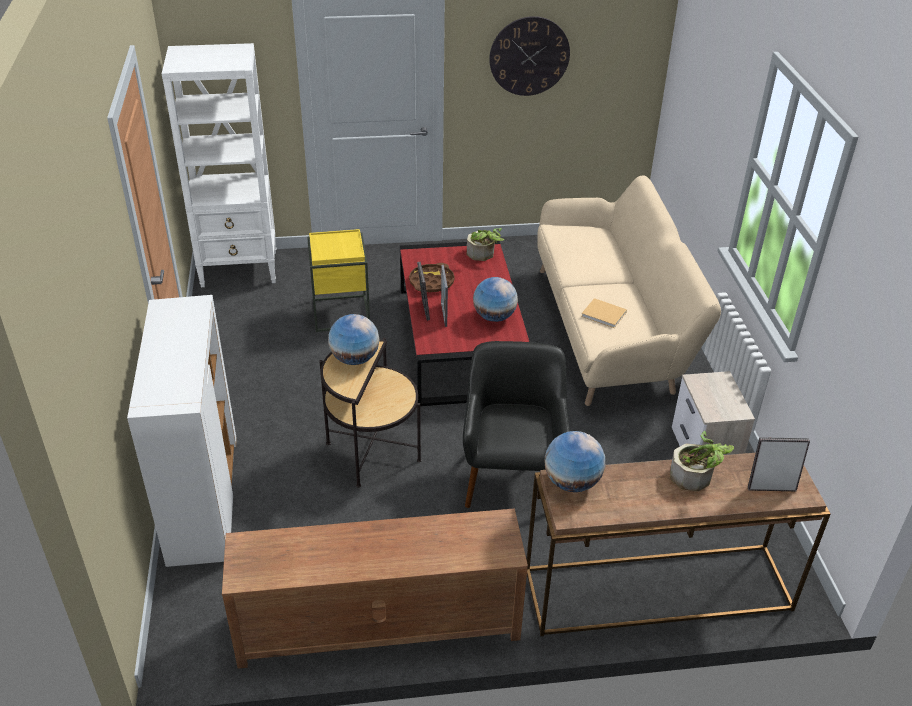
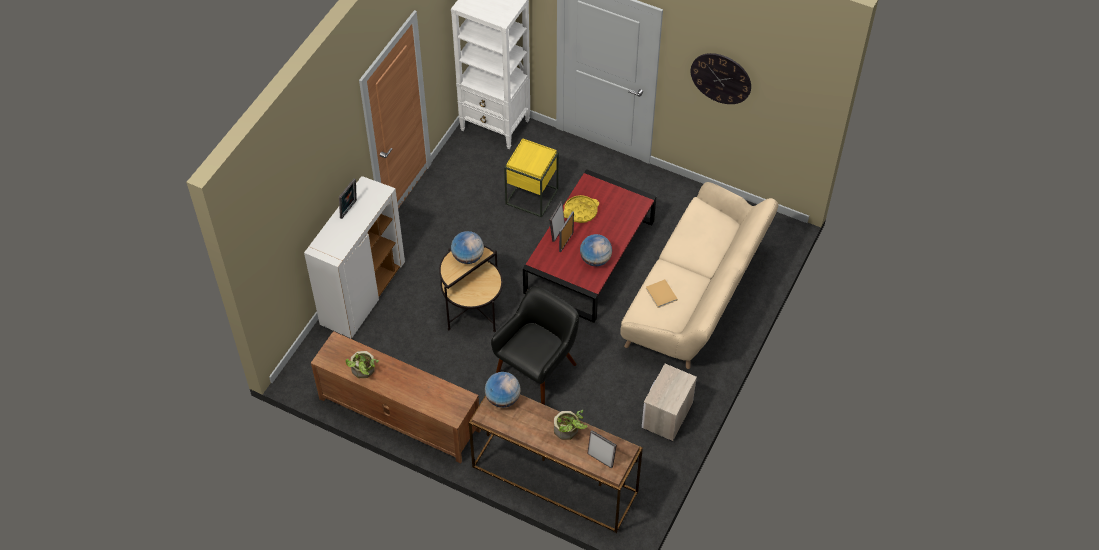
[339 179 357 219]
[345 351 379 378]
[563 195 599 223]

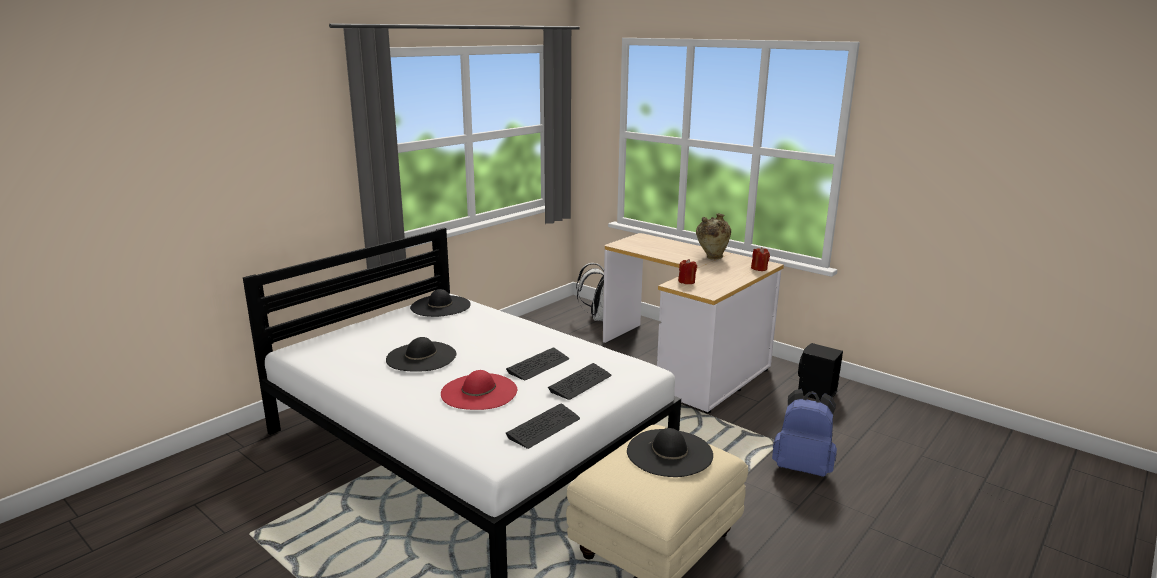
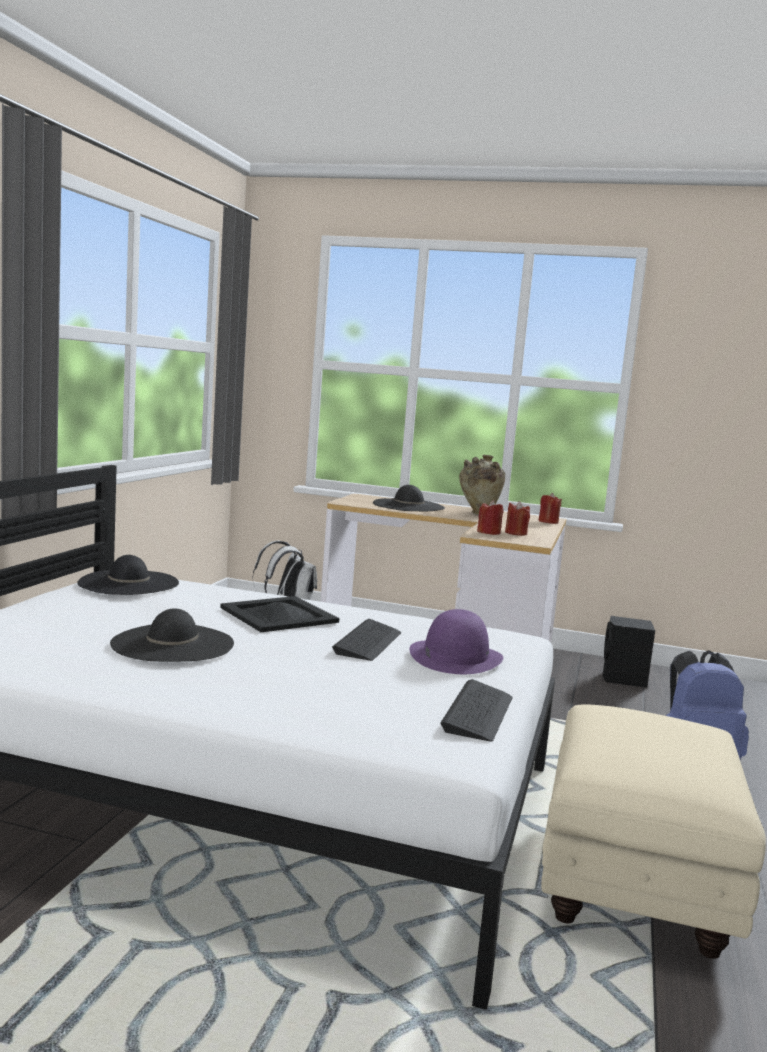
[441 370 517 410] (first image)
[220 596 339 632]
[505 501 530 536]
[373 485 445 511]
[410 609 503 674]

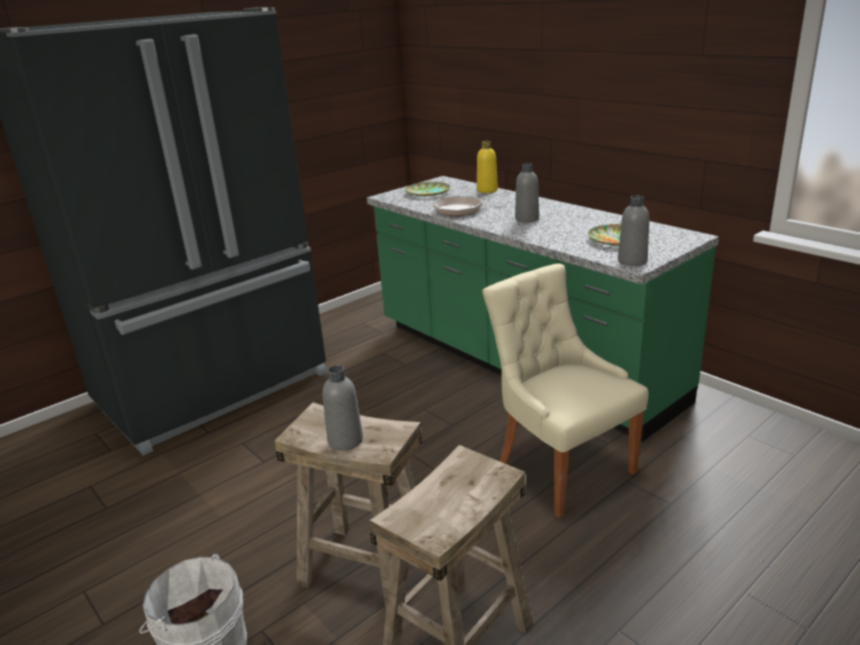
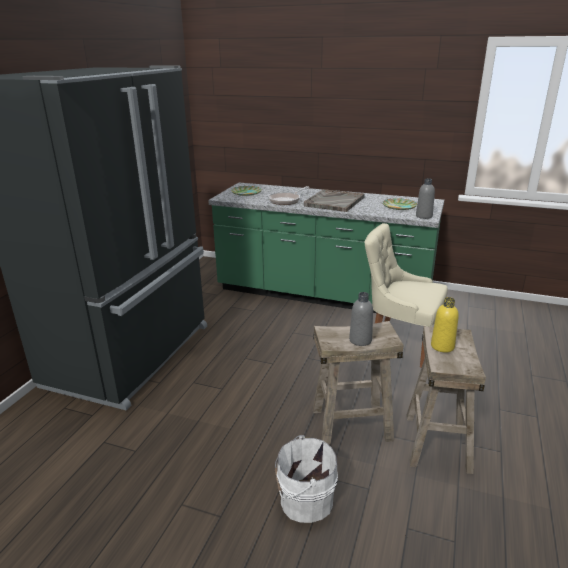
[431 297 459 353]
[304 189 365 212]

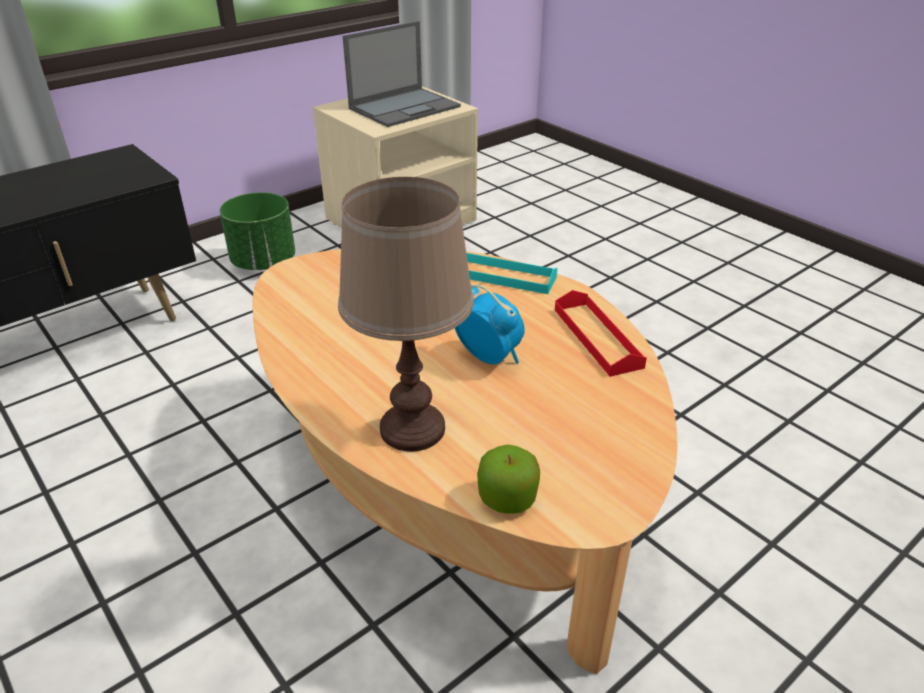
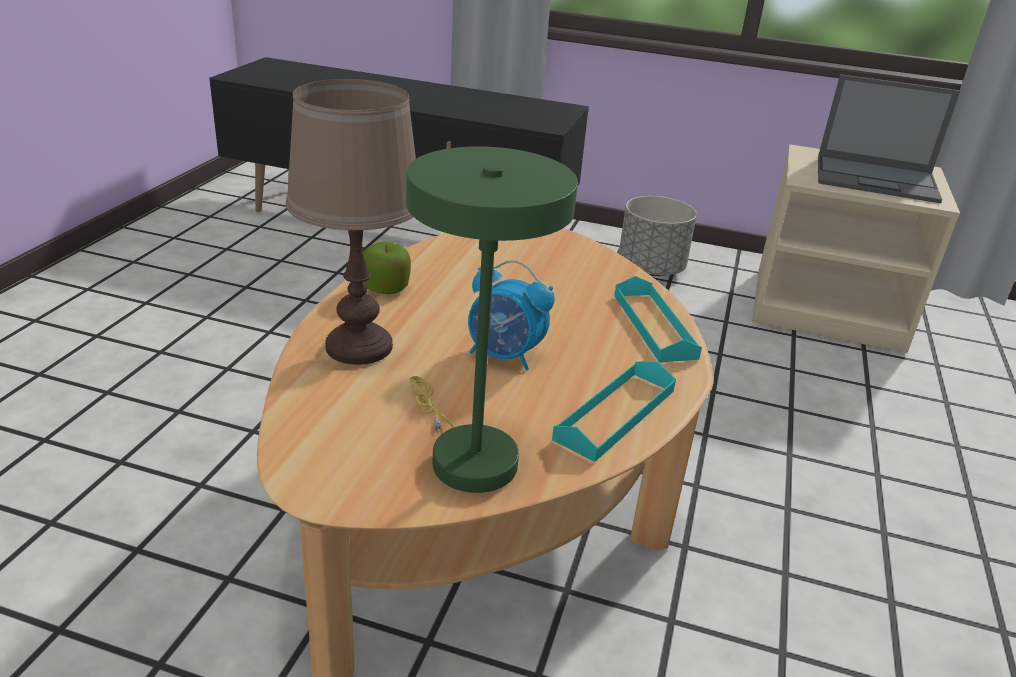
[406 146 578 493]
[363 242 411 294]
[619 196 697 276]
[552 361 676 462]
[468 260 555 370]

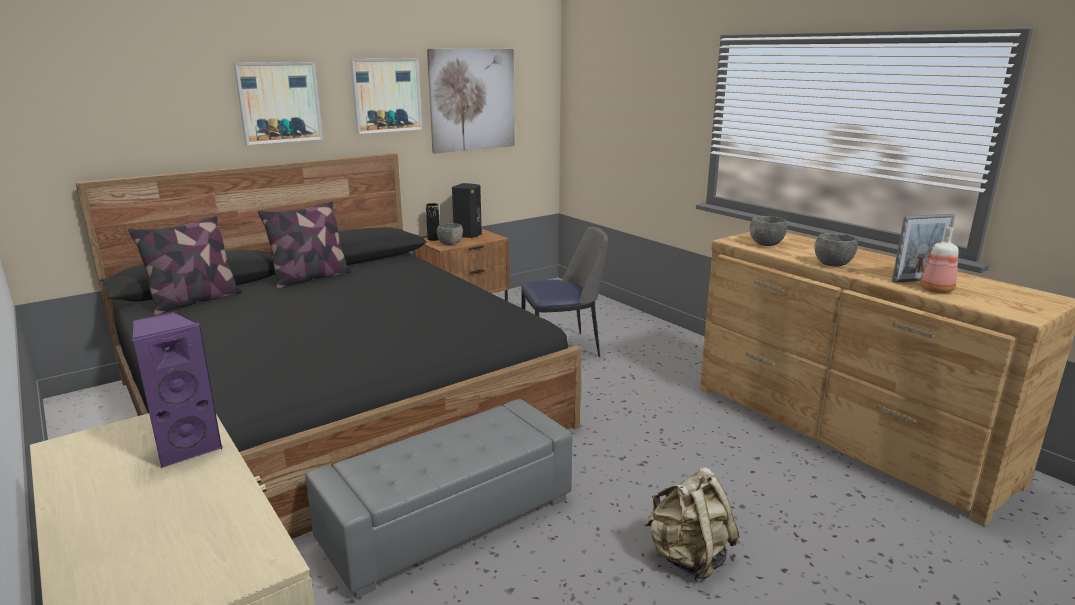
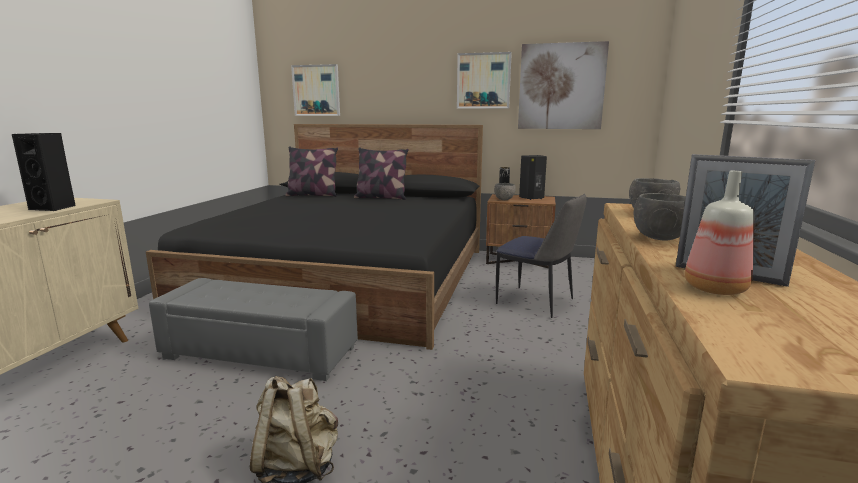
[291 64 340 116]
[12 133 76 211]

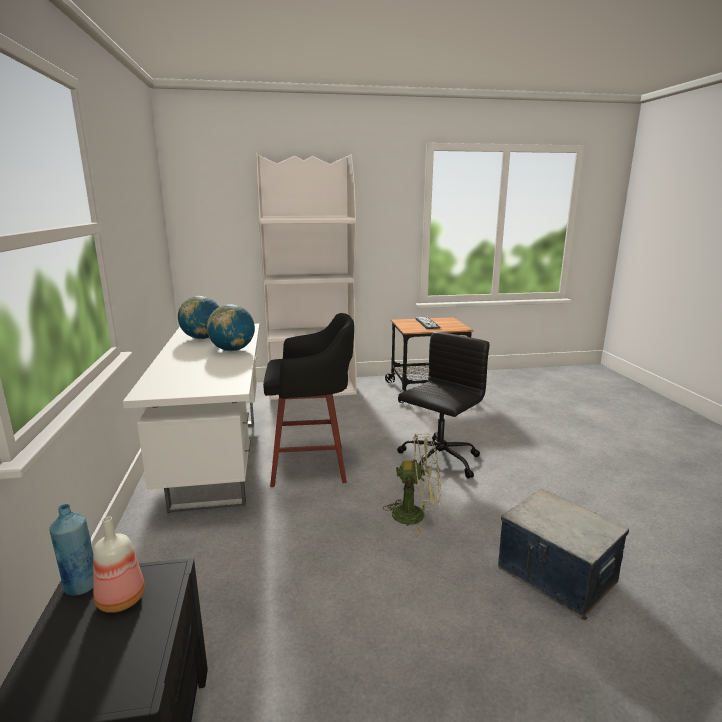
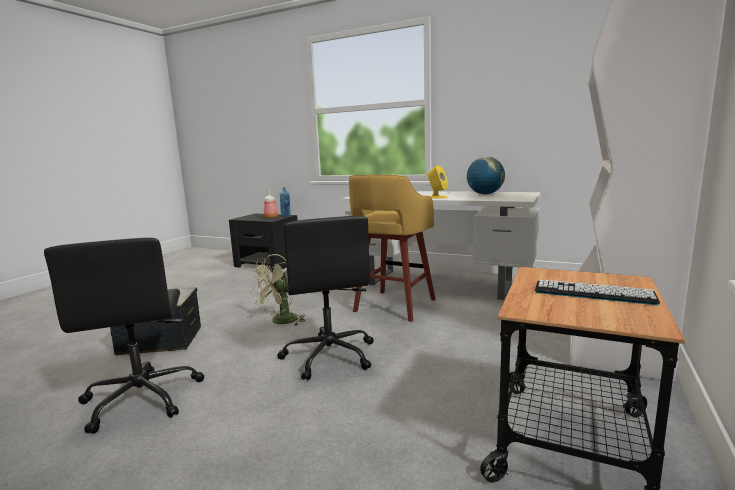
[44 237 204 434]
[428 166 448 199]
[349 175 435 322]

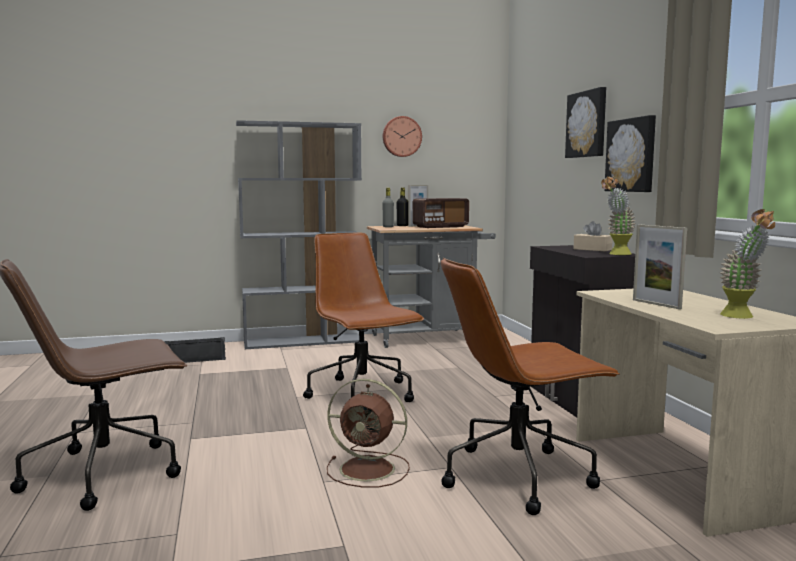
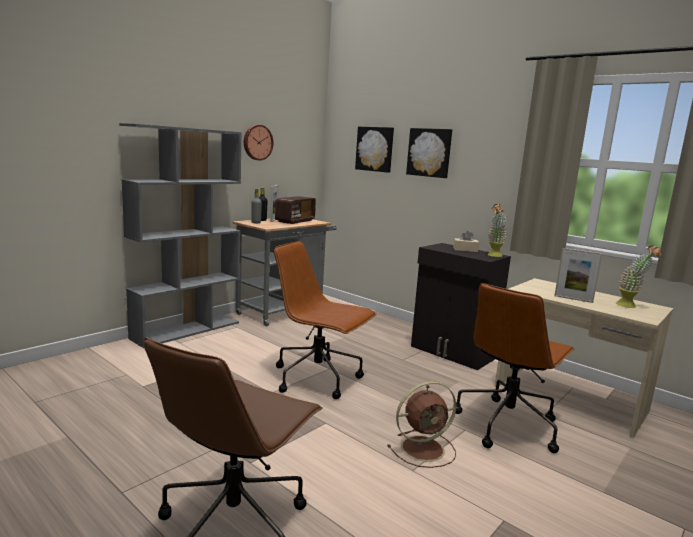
[164 337 226 363] (first image)
[355 127 394 173]

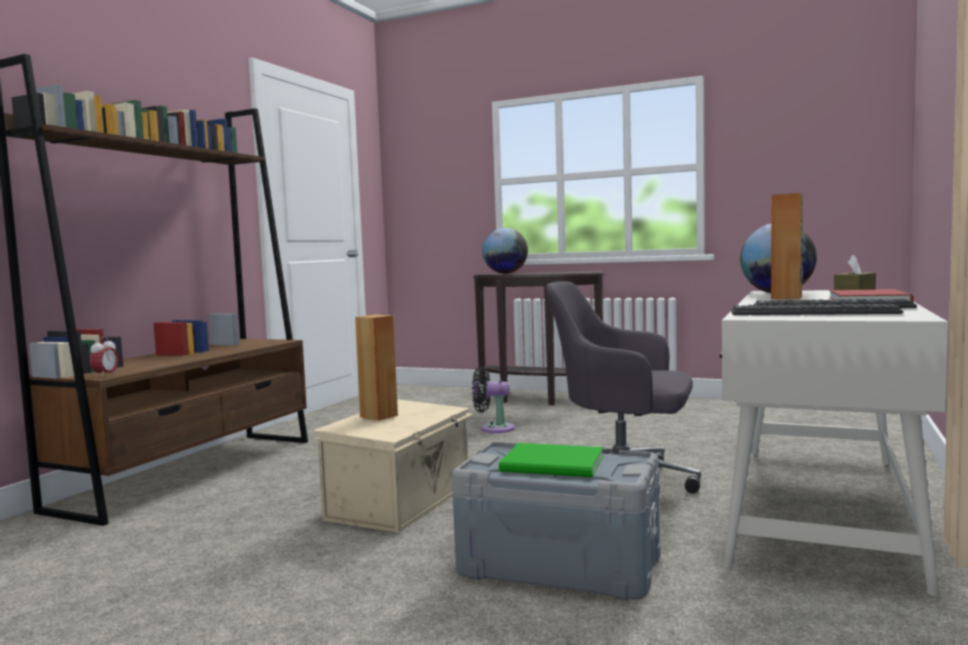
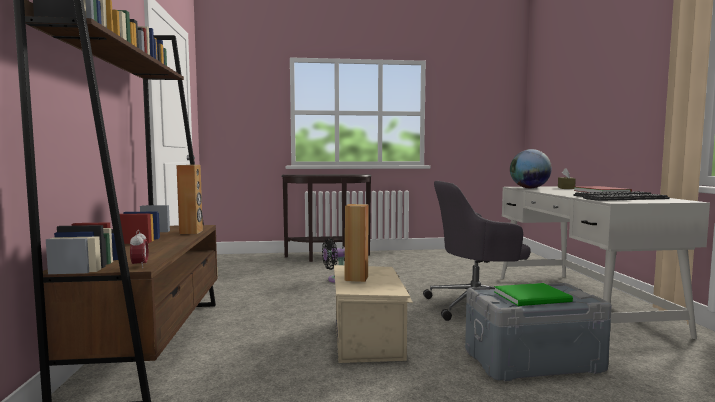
[482 228 528 274] (first image)
[176 165 203 234]

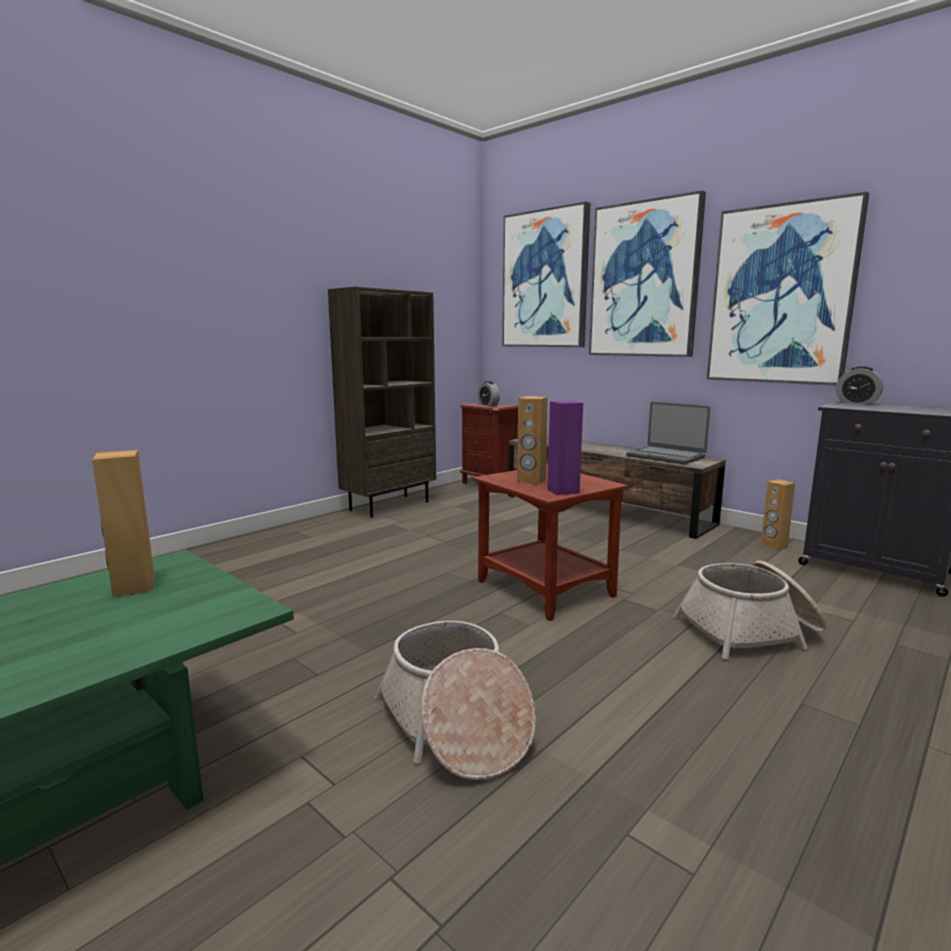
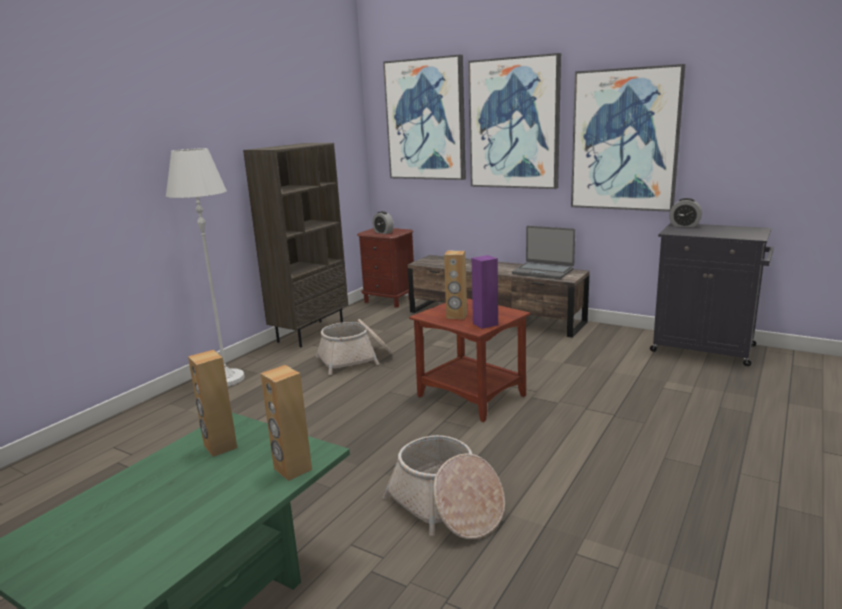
[166 148 245 386]
[316 319 393 375]
[260 365 312 481]

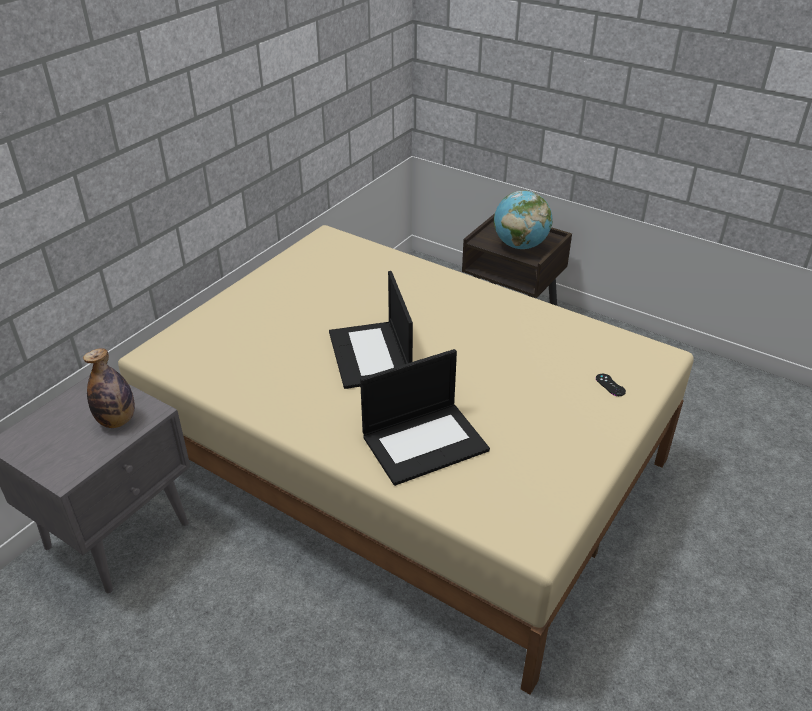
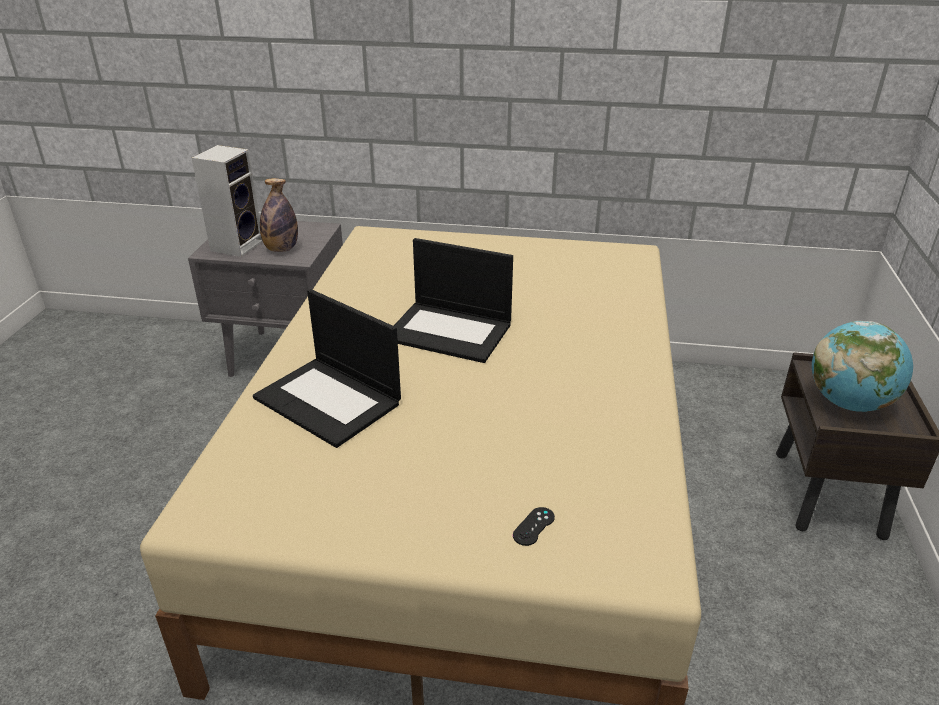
[192 145 263 257]
[394 238 513 363]

